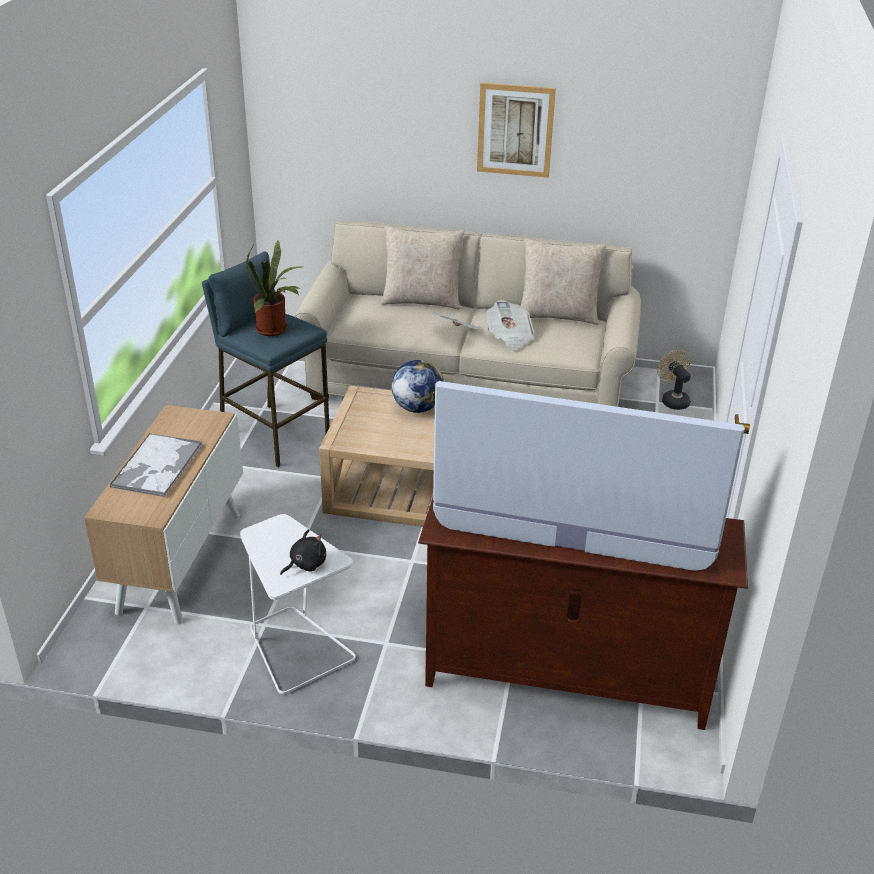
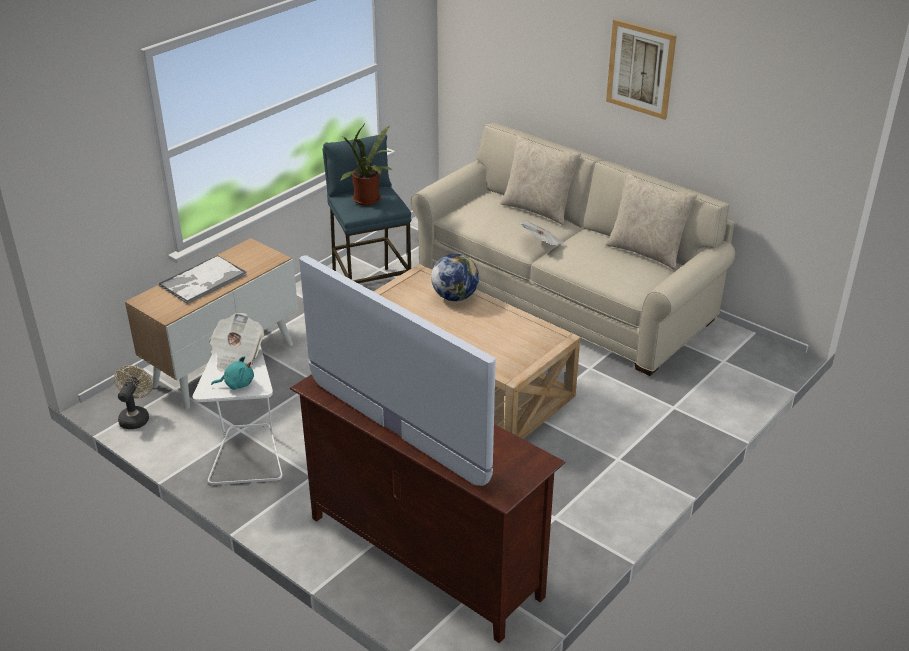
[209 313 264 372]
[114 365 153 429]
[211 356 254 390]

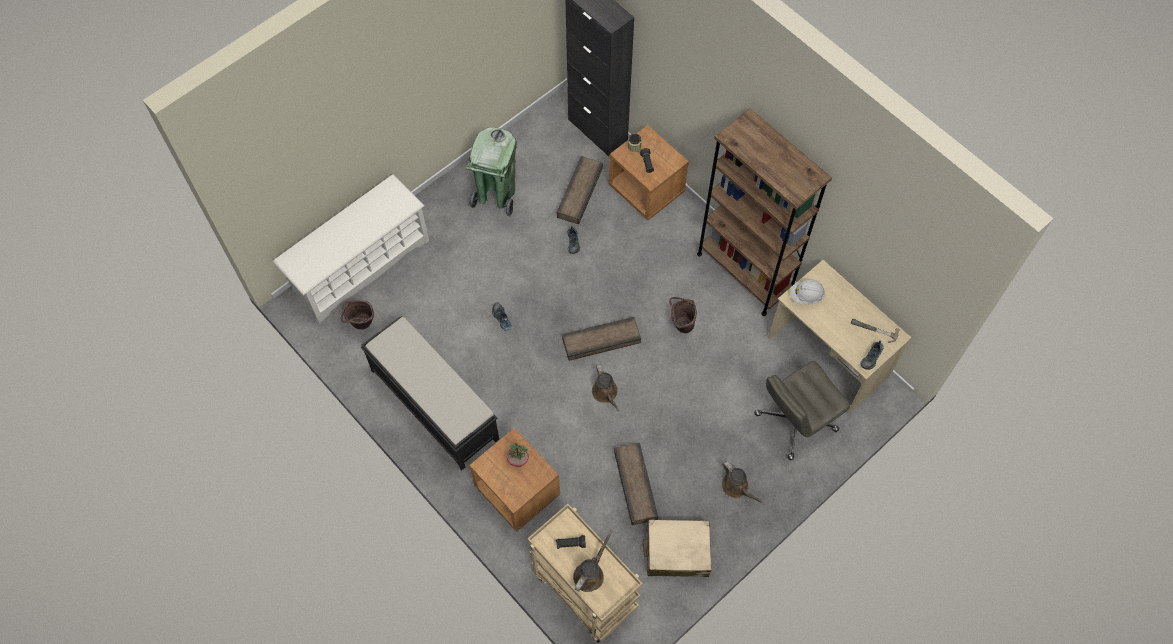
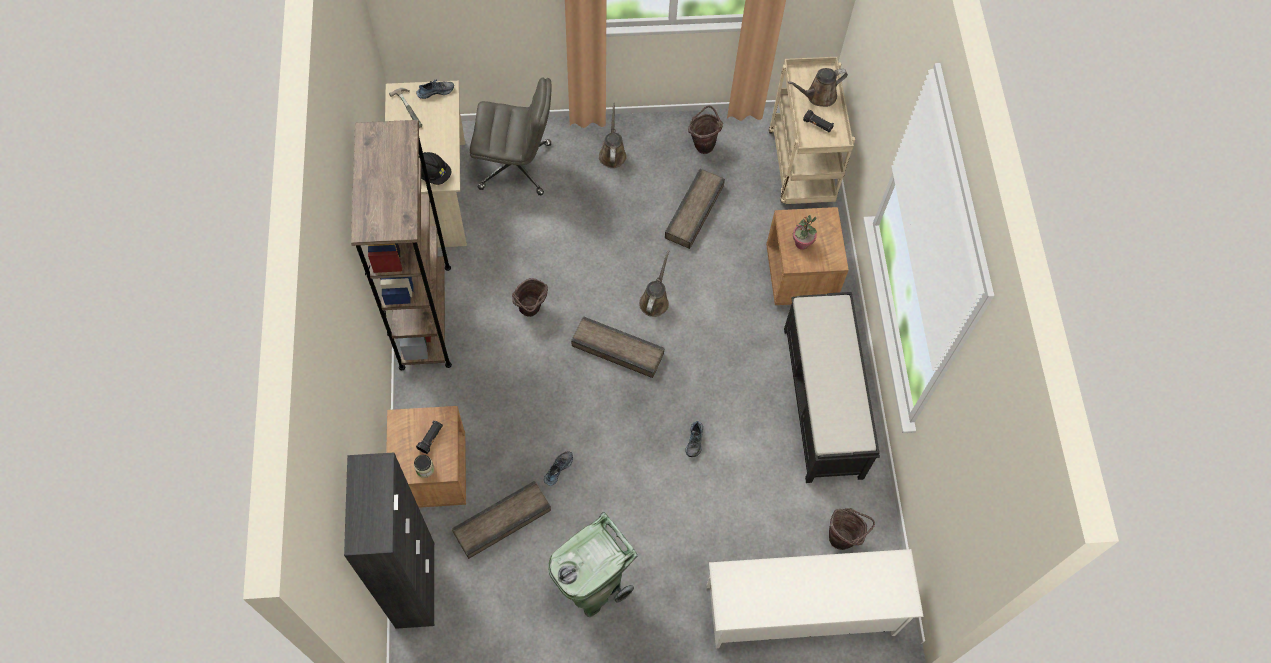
[688 106 723 154]
[419 152 452 185]

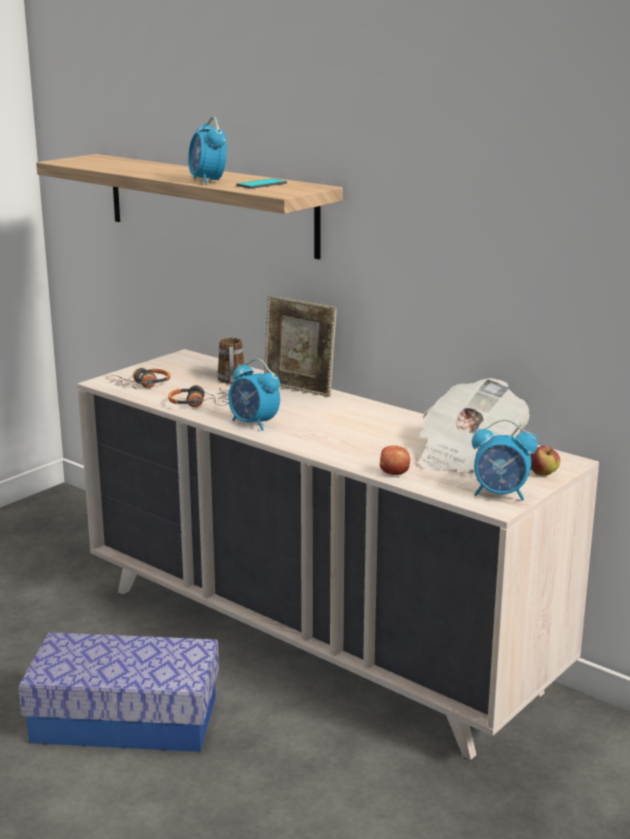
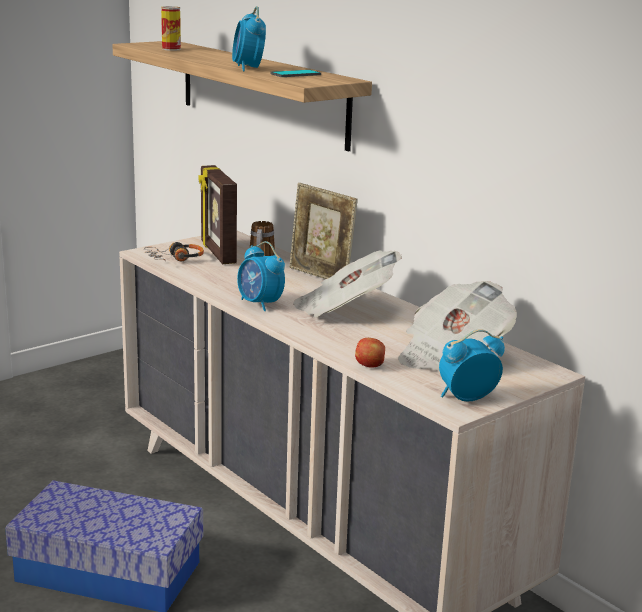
[168 385 229 407] (first image)
[530 446 560 476] (first image)
[161 6 181 51]
[198 165 237 264]
[293 251 402 318]
[439 329 505 402]

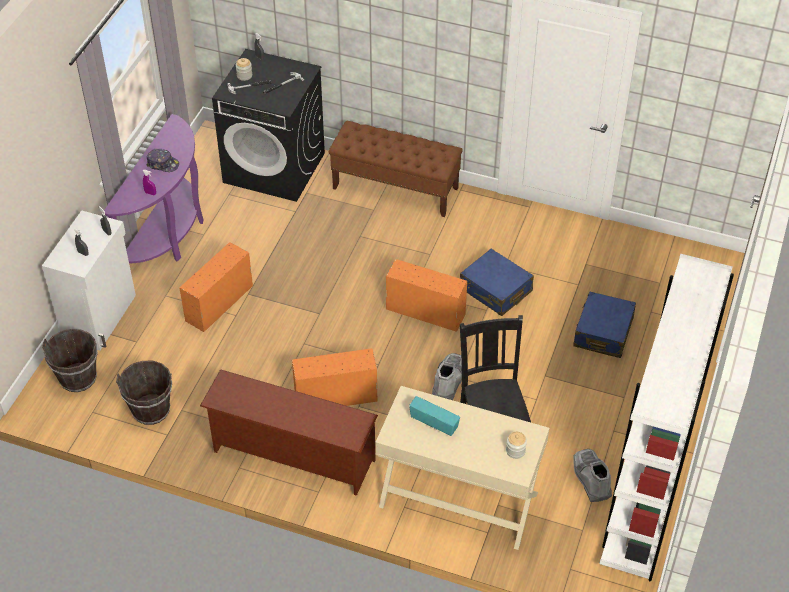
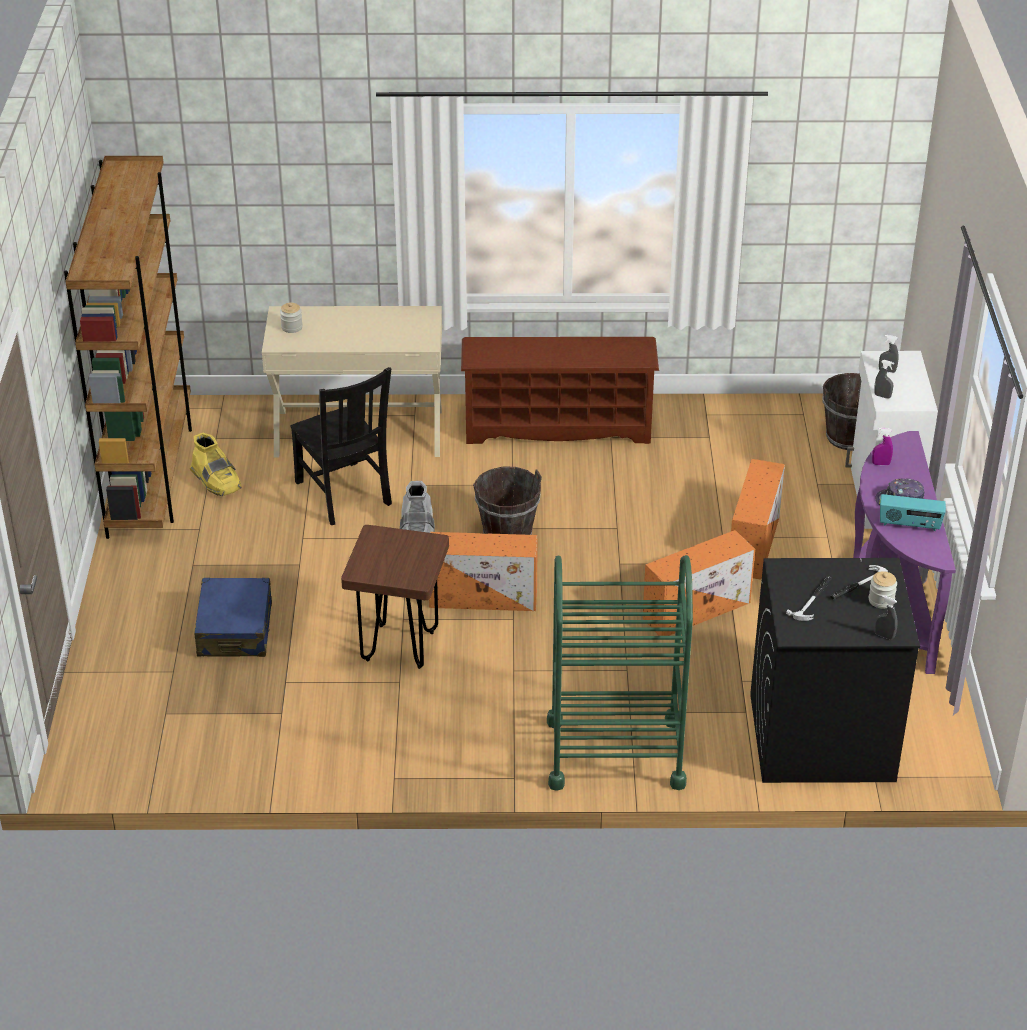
[473 467 542 535]
[643 530 755 636]
[880 494 946 531]
[547 555 693 791]
[341 525 449 669]
[190 433 242 496]
[64 156 192 539]

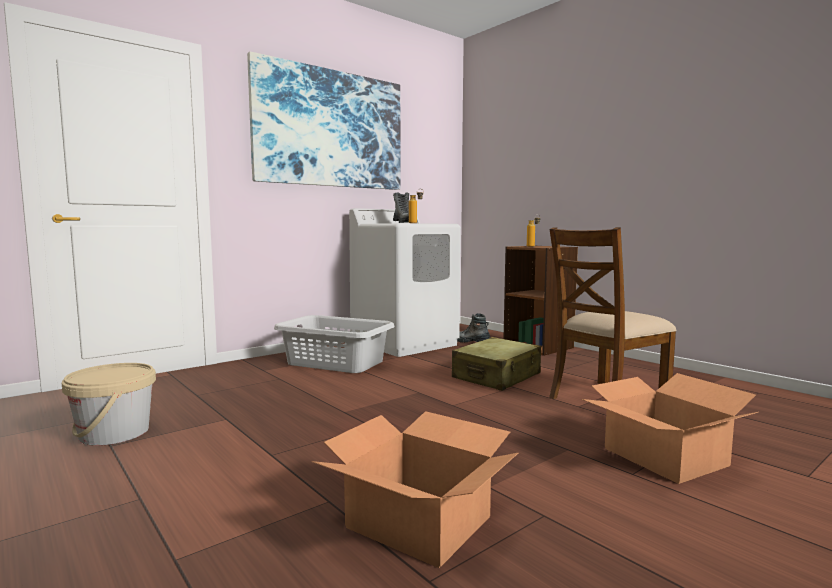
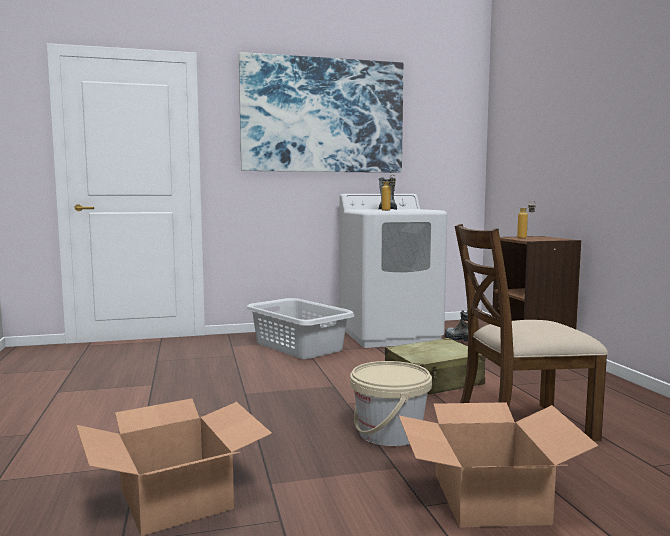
[350 361 432 446]

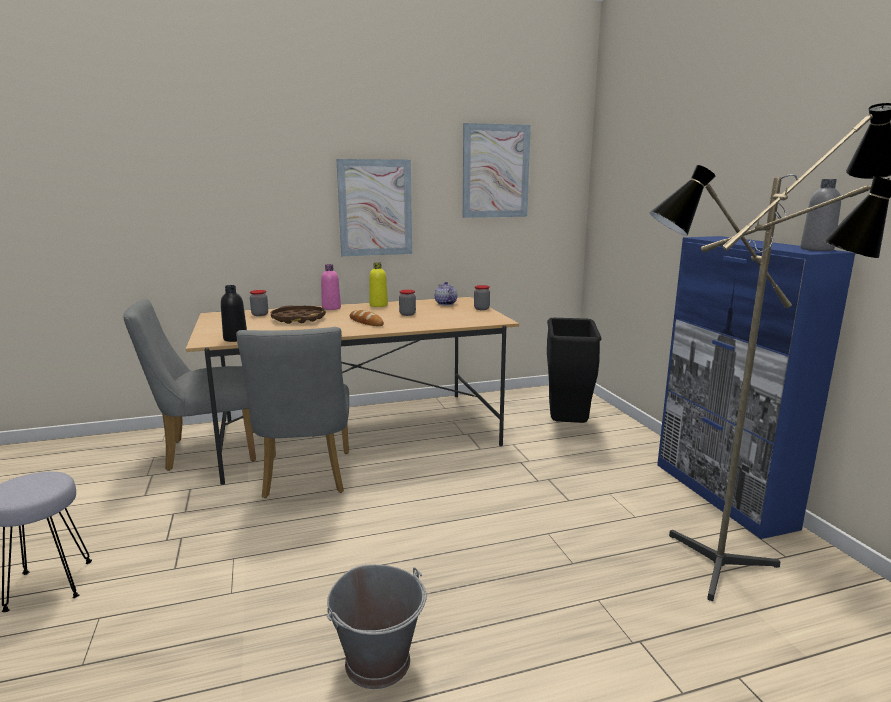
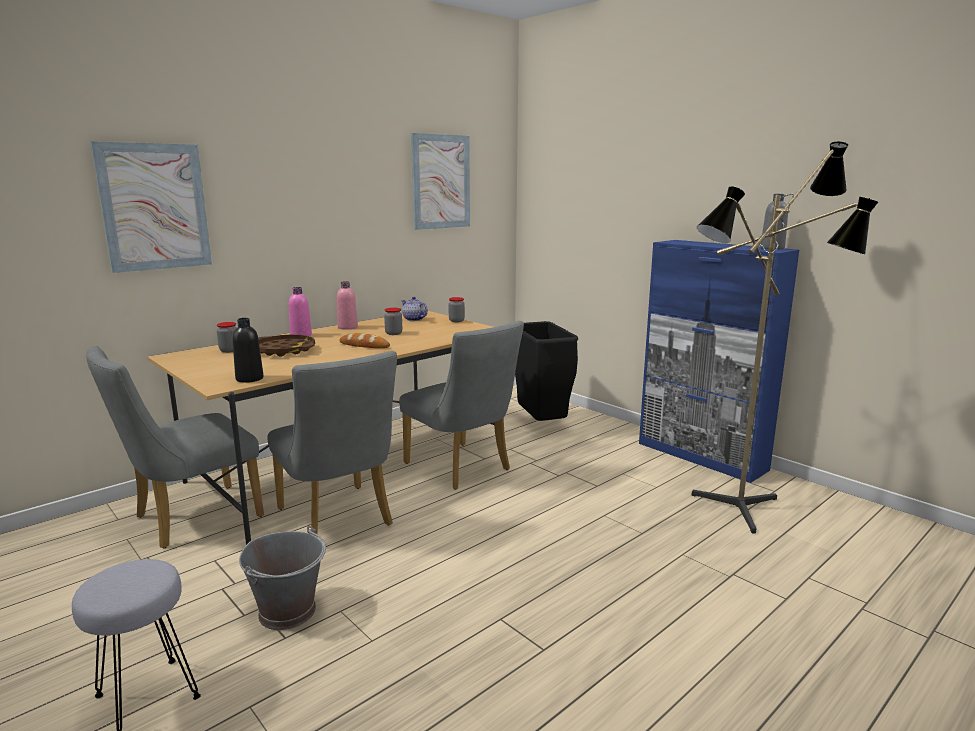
[399 321 524 490]
[239 526 326 630]
[91 141 212 273]
[337 281 358 330]

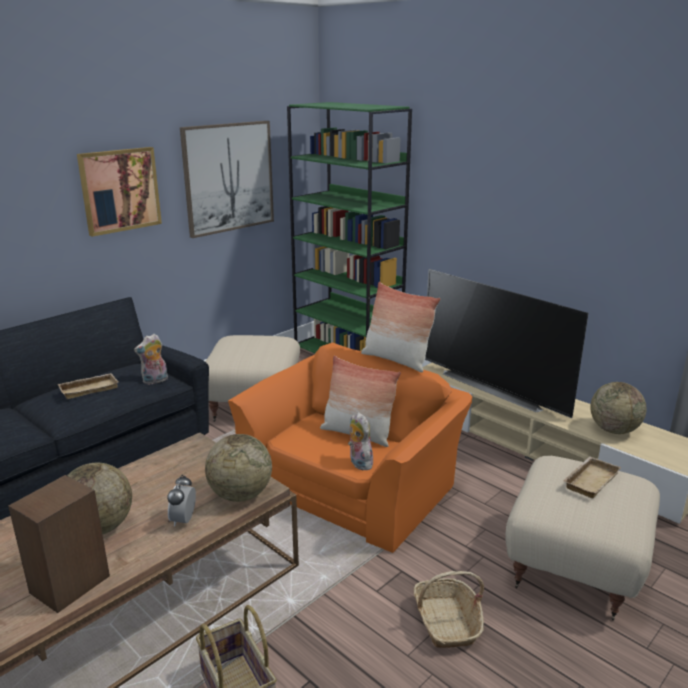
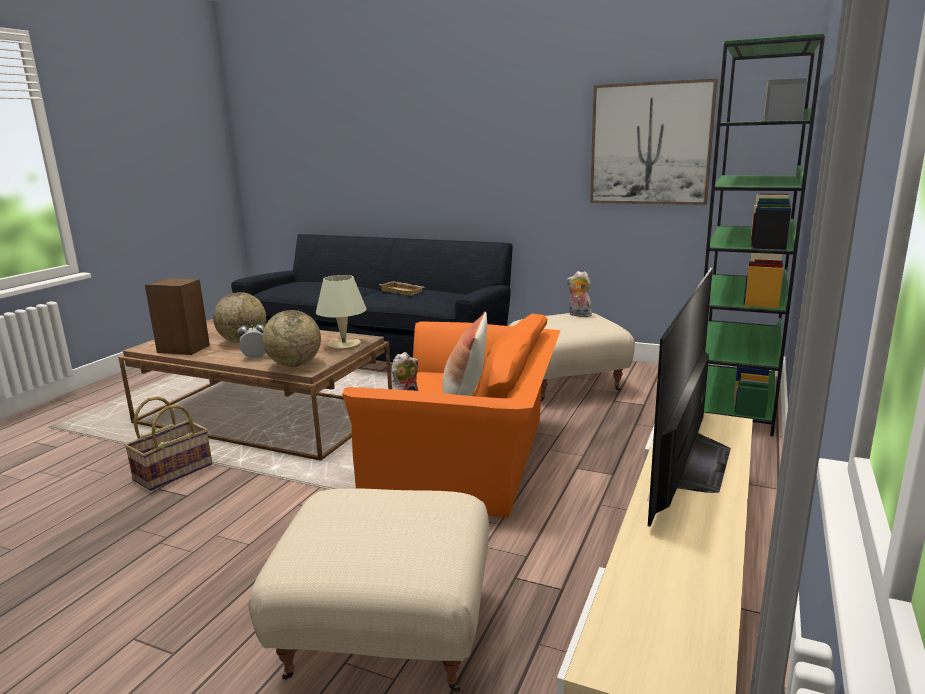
[77 147 162 237] (first image)
[361 282 440 372] (first image)
[414 571 484 648] (first image)
[563 456 621 498] (first image)
[590 382 647 434] (first image)
[316 275 367 350]
[566 271 592 317]

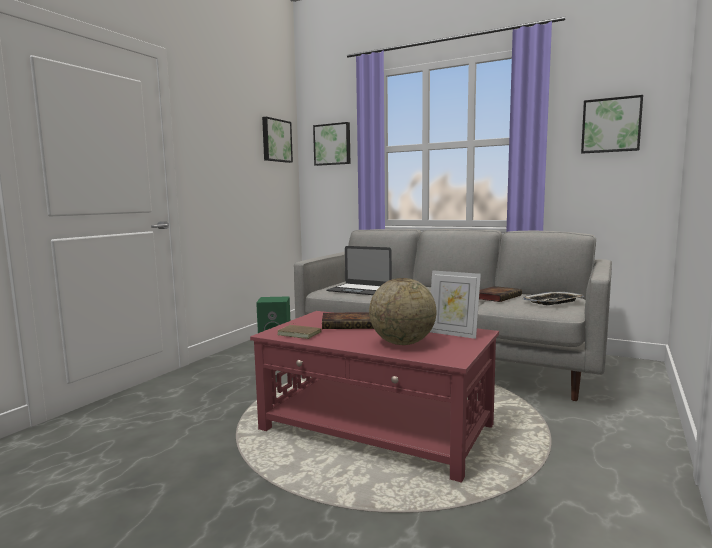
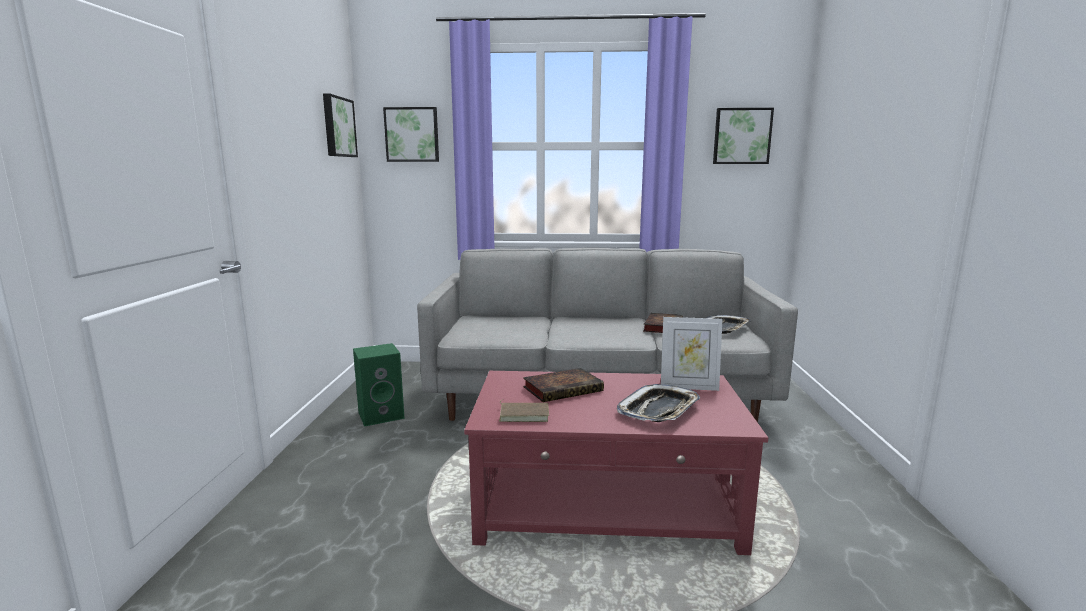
[326 246 392 295] (first image)
[617 384 700 422]

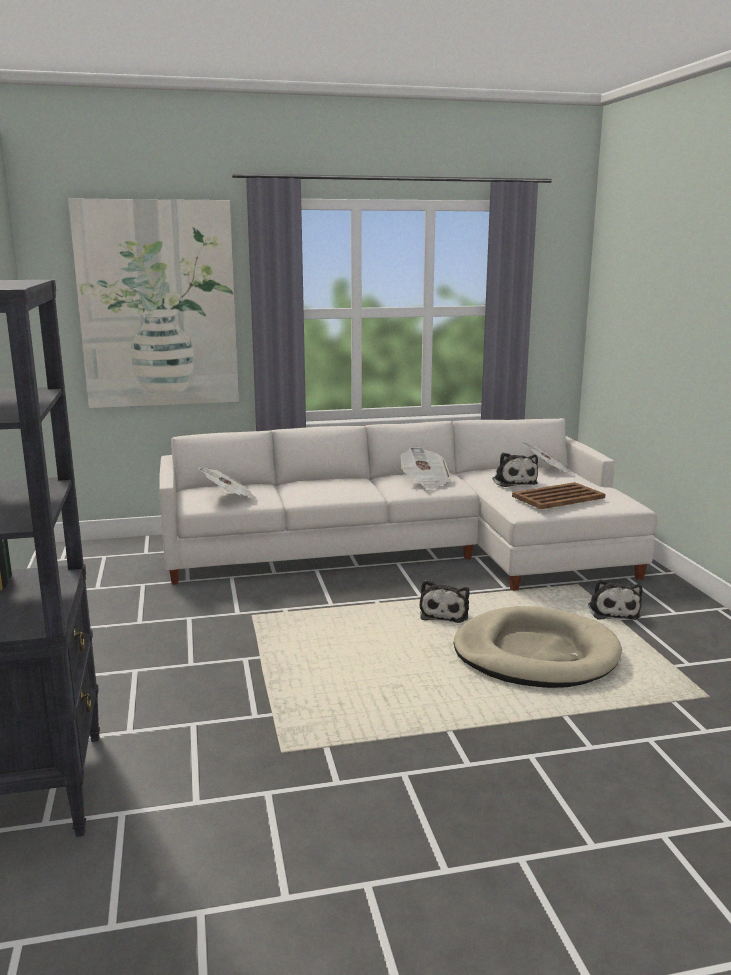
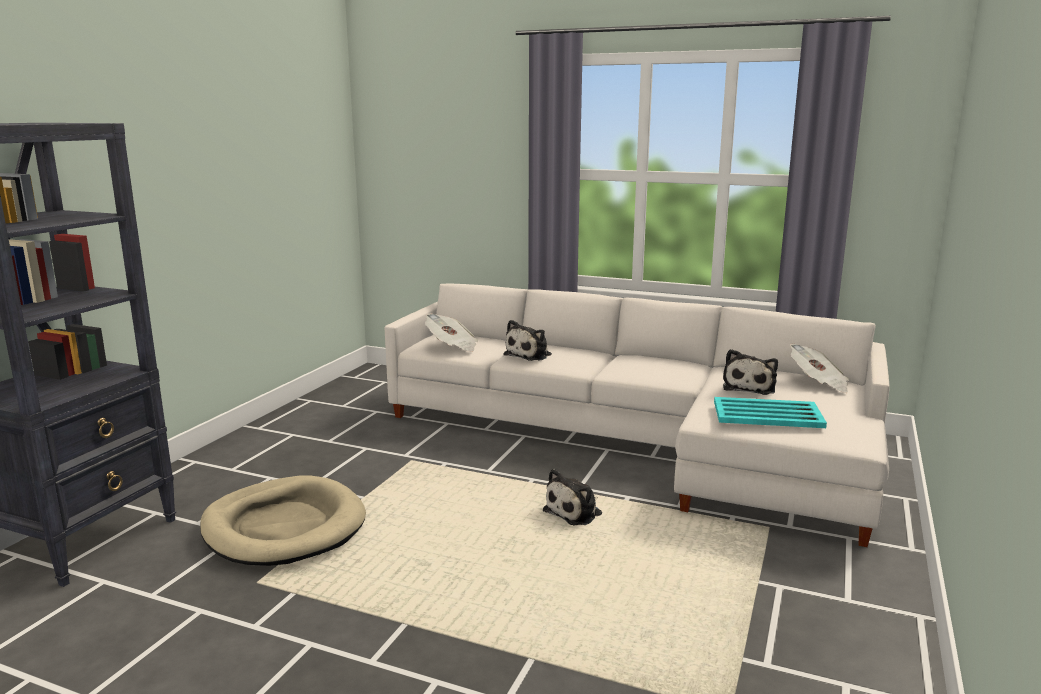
[68 198 239 408] (first image)
[400 447 451 490] (first image)
[200 475 366 566]
[503 320 552 361]
[714 397 827 428]

